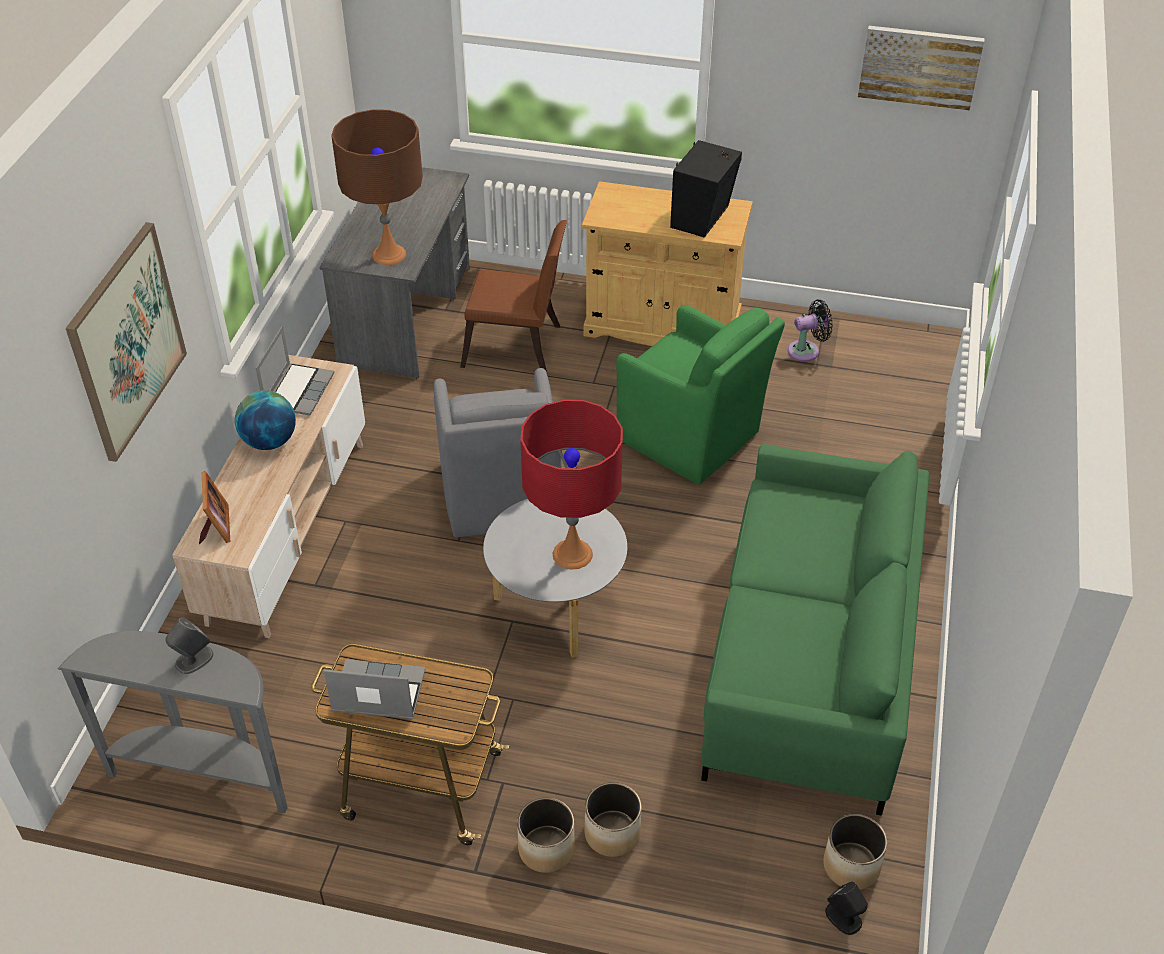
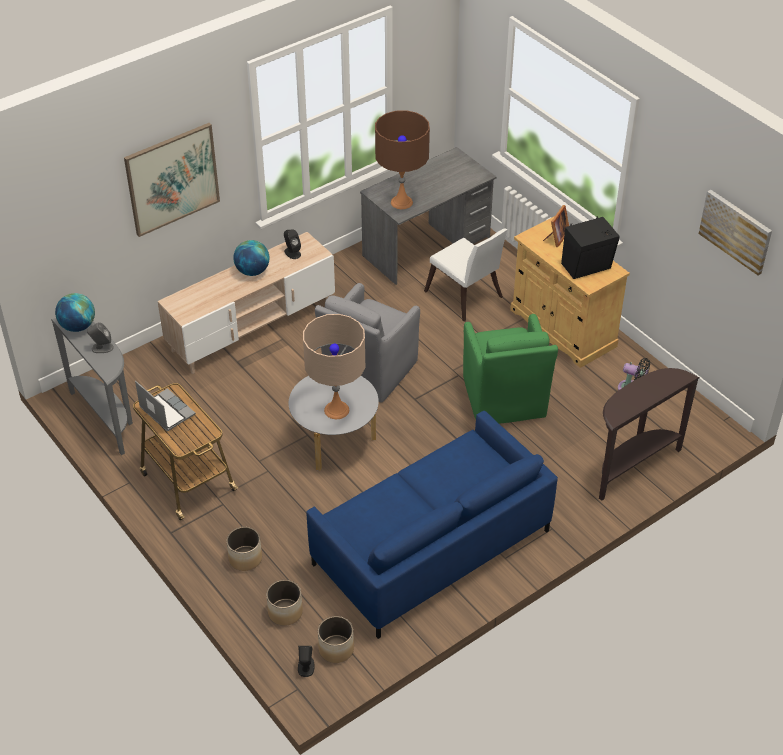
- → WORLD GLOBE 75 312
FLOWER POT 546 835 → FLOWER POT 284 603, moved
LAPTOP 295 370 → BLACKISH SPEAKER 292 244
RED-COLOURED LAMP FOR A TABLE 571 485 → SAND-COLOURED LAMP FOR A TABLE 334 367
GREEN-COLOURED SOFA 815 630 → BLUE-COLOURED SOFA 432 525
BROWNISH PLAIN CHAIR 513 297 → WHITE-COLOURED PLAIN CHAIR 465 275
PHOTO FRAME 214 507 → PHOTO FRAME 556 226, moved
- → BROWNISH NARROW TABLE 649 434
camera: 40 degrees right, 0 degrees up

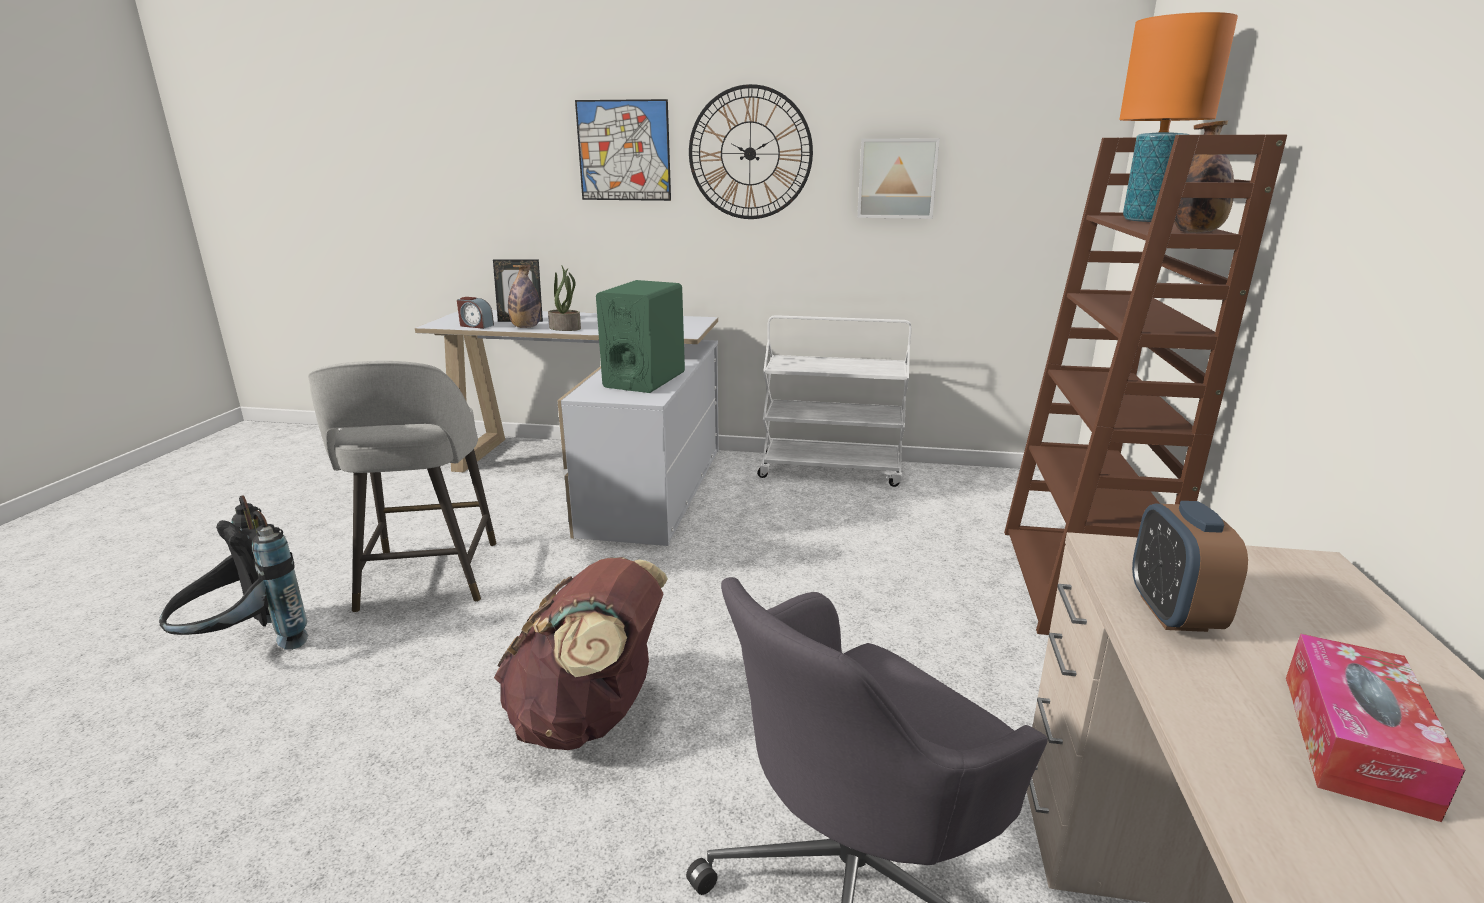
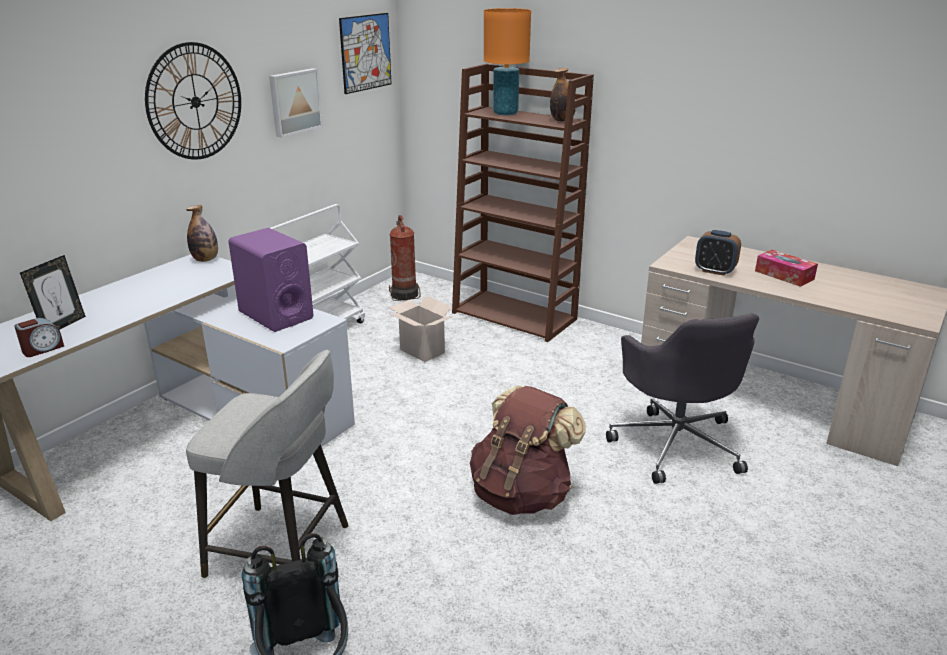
DRINK BOTTLE 524 296 → DRINK BOTTLE 202 233, moved
GREEN-COLOURED SPEAKER 640 336 → PURPLE-COLOURED SPEAKER 271 280
PICTURE 623 150 → PICTURE 365 53, moved
- → FIRE-FIGHTING CYLINDER 405 258
- → PACKING BOX 421 329
HOUSEPLANT 564 298 → -
camera: 65 degrees left, 5 degrees up

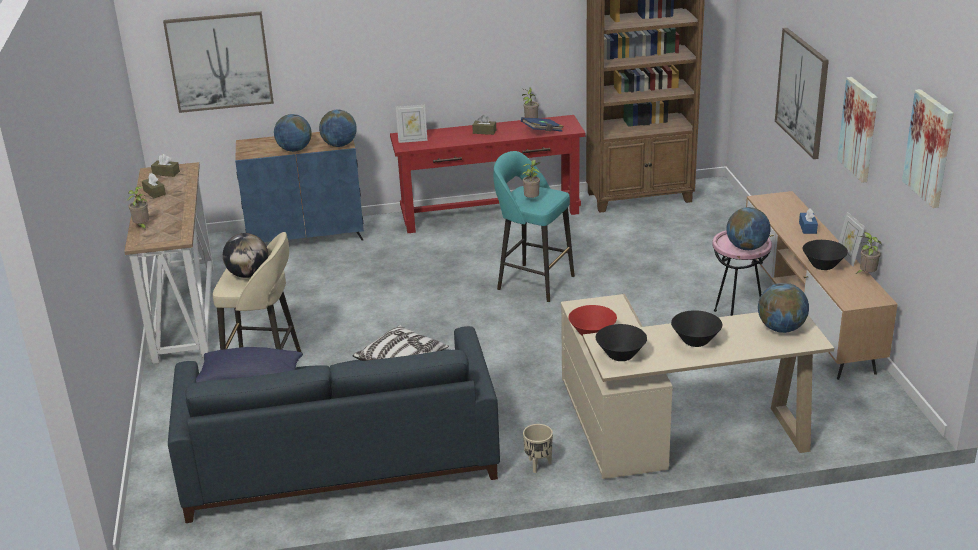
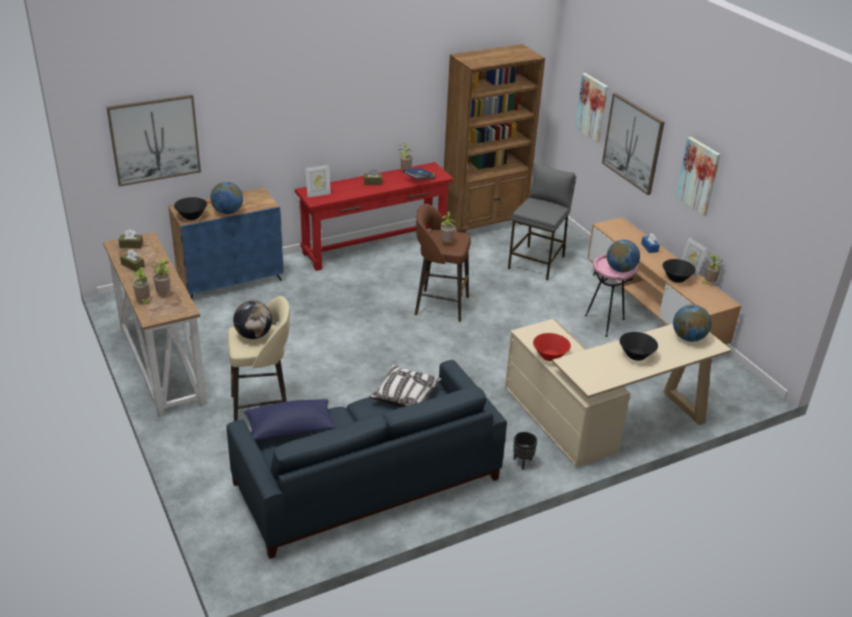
- → HOUSEPLANT 161 275
BLACKISH BOWL 621 342 → BLACKISH BOWL 190 208, moved
TURQUOISE STOOL 534 226 → BROWNISH STOOL 443 263
- → GREY STOOL 542 221
SAND-COLOURED FLOWER POT 538 448 → BLACKISH FLOWER POT 525 451
PICTURE 928 148 → PICTURE 591 108, moved
WORLD GLOBE 338 128 → -
camera: 20 degrees left, 5 degrees up

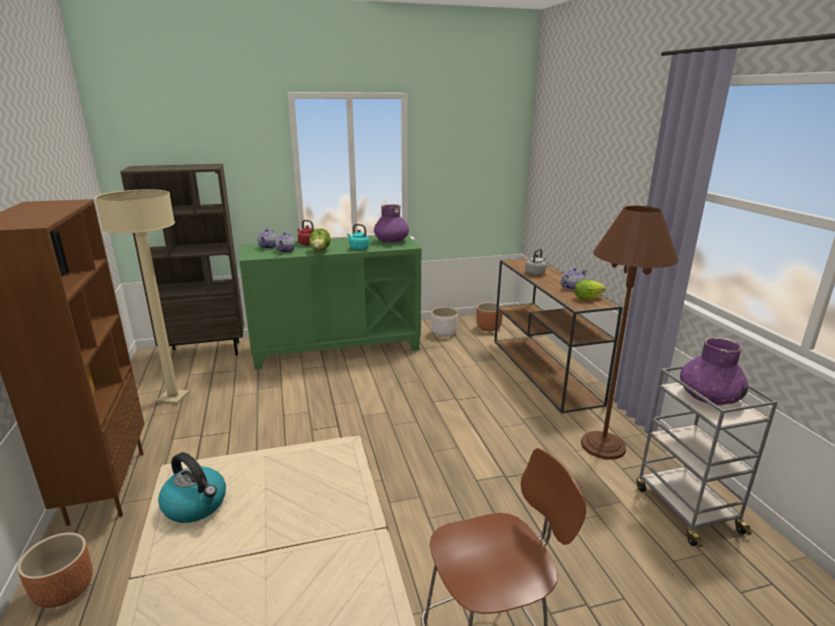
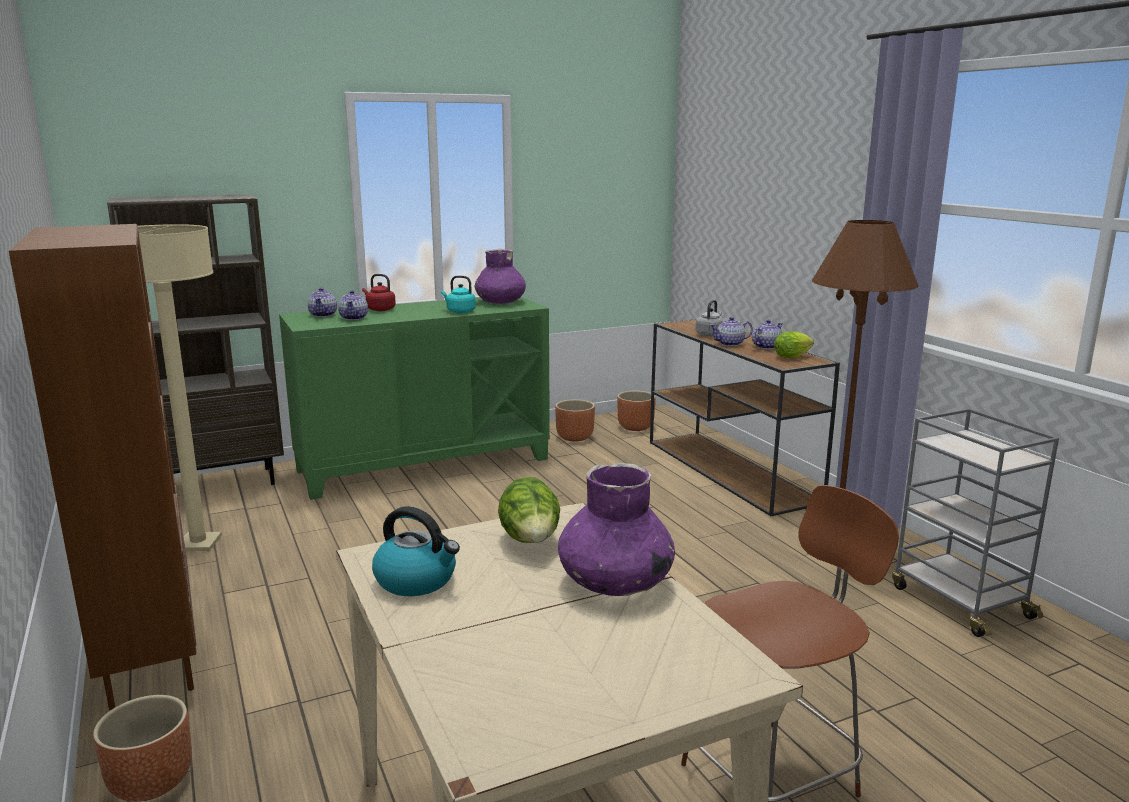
HEAD OF LETTUCE 319 239 → HEAD OF LETTUCE 529 510, moved
WHITE-COLOURED FLOWER POT 444 322 → BROWNISH FLOWER POT 575 420
PURPLE-COLOURED FLOWER VASE 714 371 → PURPLE-COLOURED FLOWER VASE 616 529, moved
- → POT FOR TEA 731 331
camera: 10 degrees left, 5 degrees down

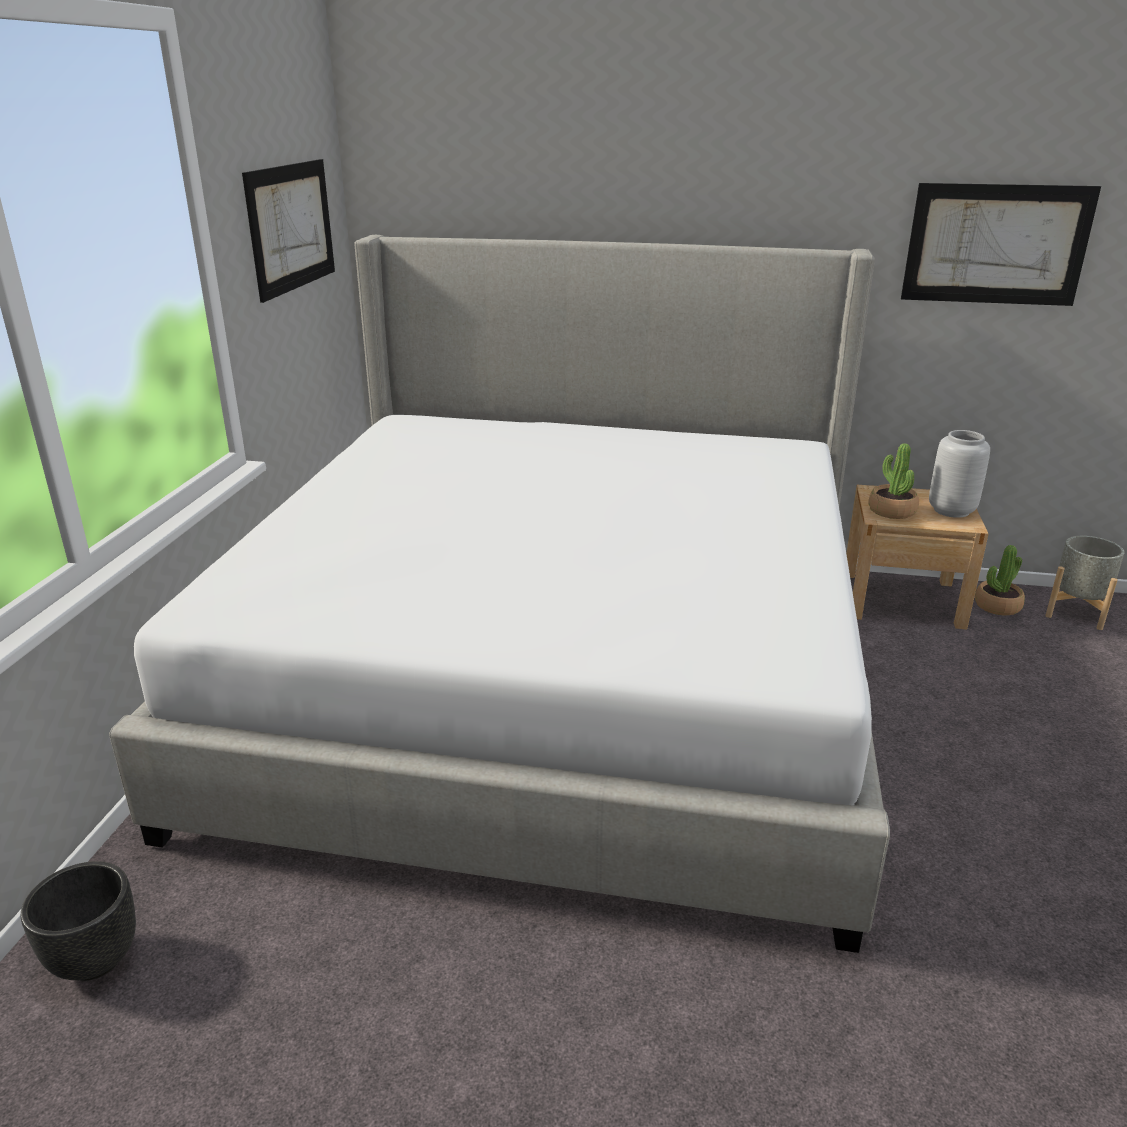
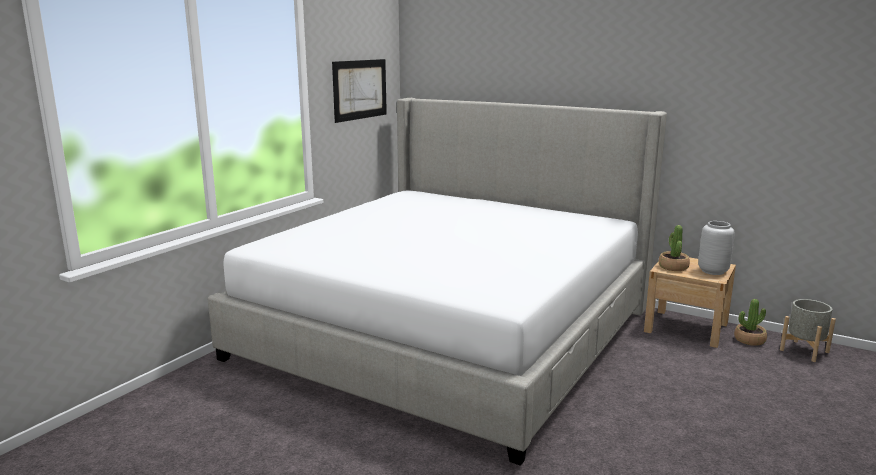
BLACKISH FLOWER POT 78 921 → -
PICTURE 1001 244 → -
camera: 20 degrees right, 10 degrees down

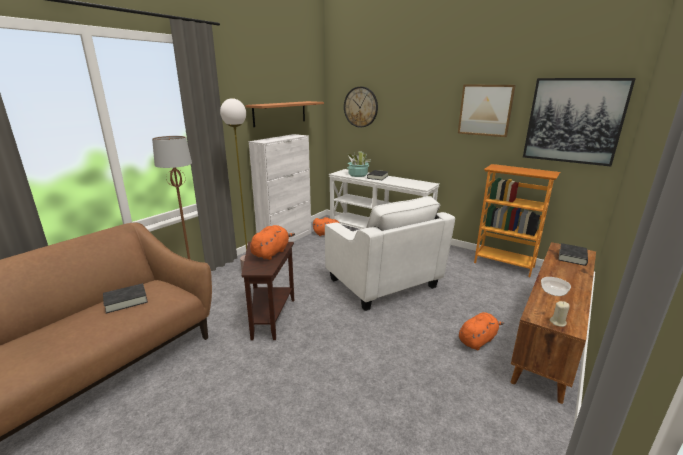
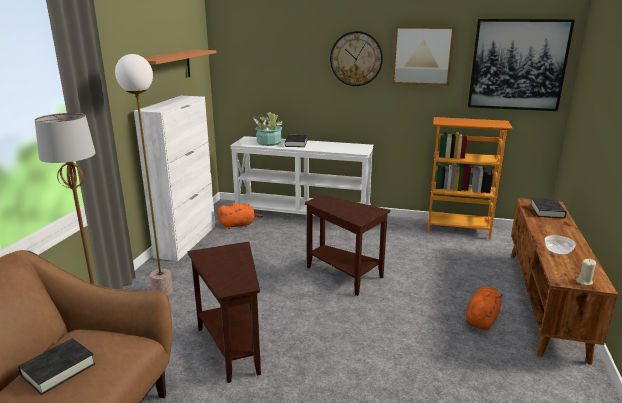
WHITE-COLOURED LOUNGE CHAIR 390 253 → BROWNISH SIDE TABLE 347 245
WALL CLOCK 361 107 → WALL CLOCK 356 58, moved
ORANGEY CUDDLY TOY 272 242 → -
camera: 20 degrees left, 0 degrees up

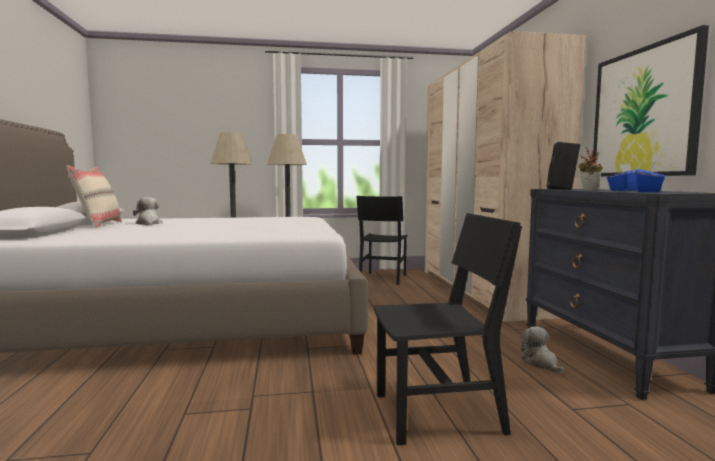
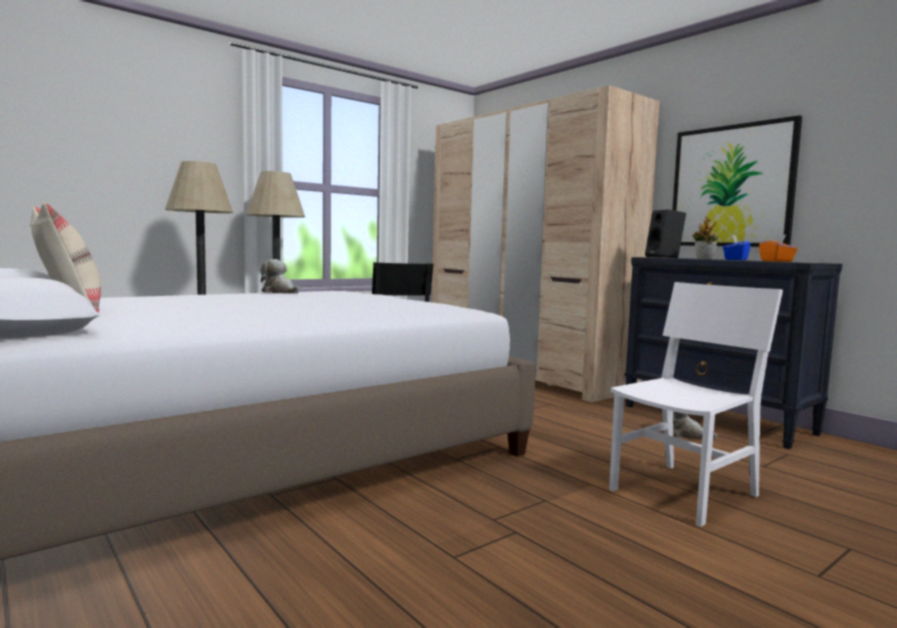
CUDDLY TOY 148 211 → CUDDLY TOY 279 276, moved
BLACKISH PLAIN CHAIR 447 329 → WHITE-COLOURED PLAIN CHAIR 696 404
BLUE-COLOURED BOX OF TISSUES 650 177 → ORANGEY BOX OF TISSUES 778 248
camera: 30 degrees left, 0 degrees up

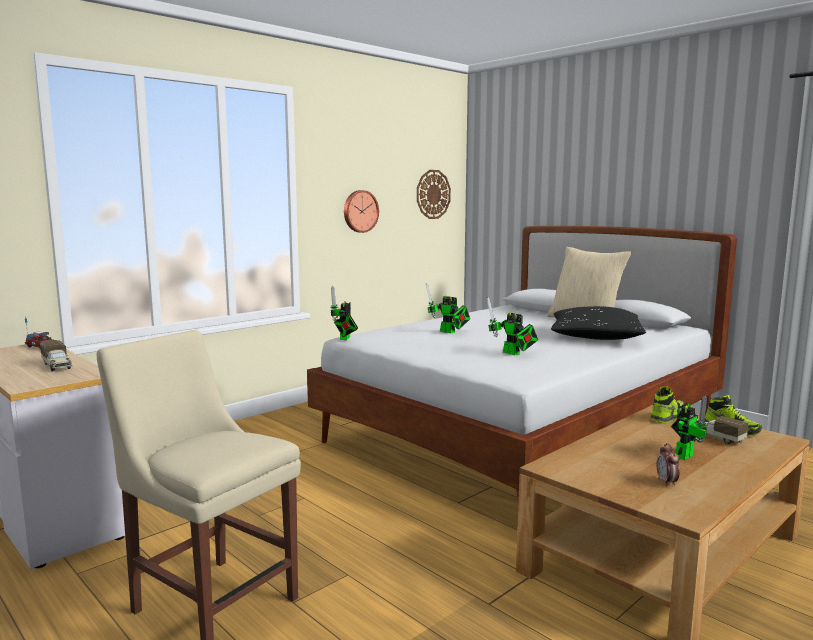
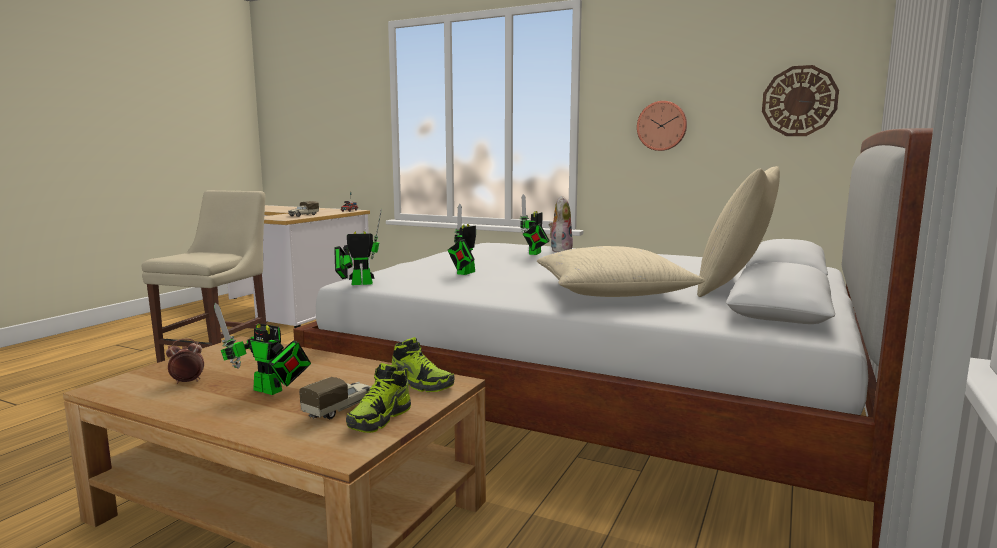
TOY ROBOT 344 312 → TOY ROBOT 358 247, moved
BLACKISH CUSHION 598 323 → SAND-COLOURED CUSHION 621 271
- → CUDDLY TOY 561 224
camera: 70 degrees right, 0 degrees up

